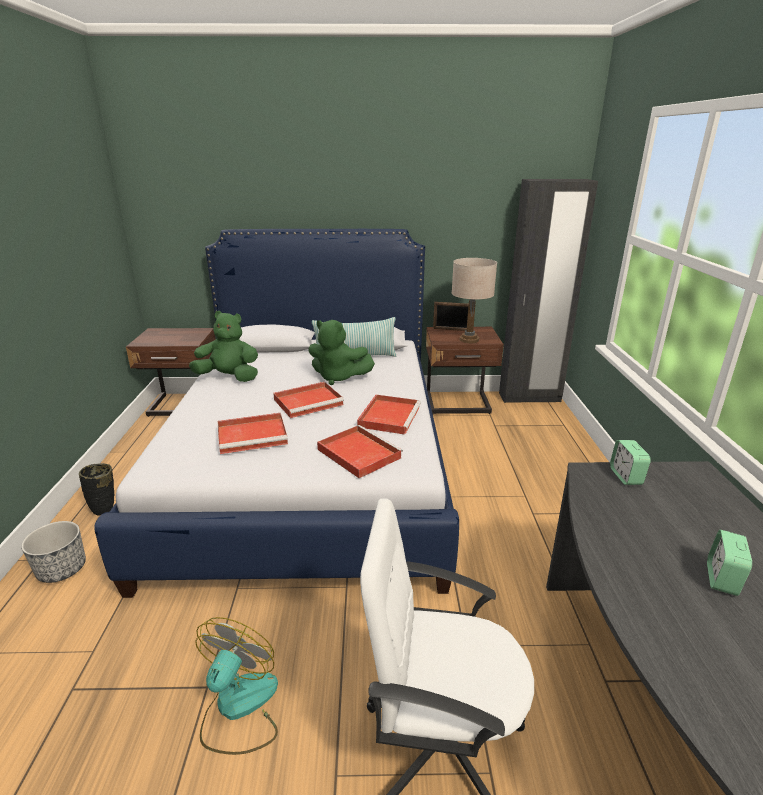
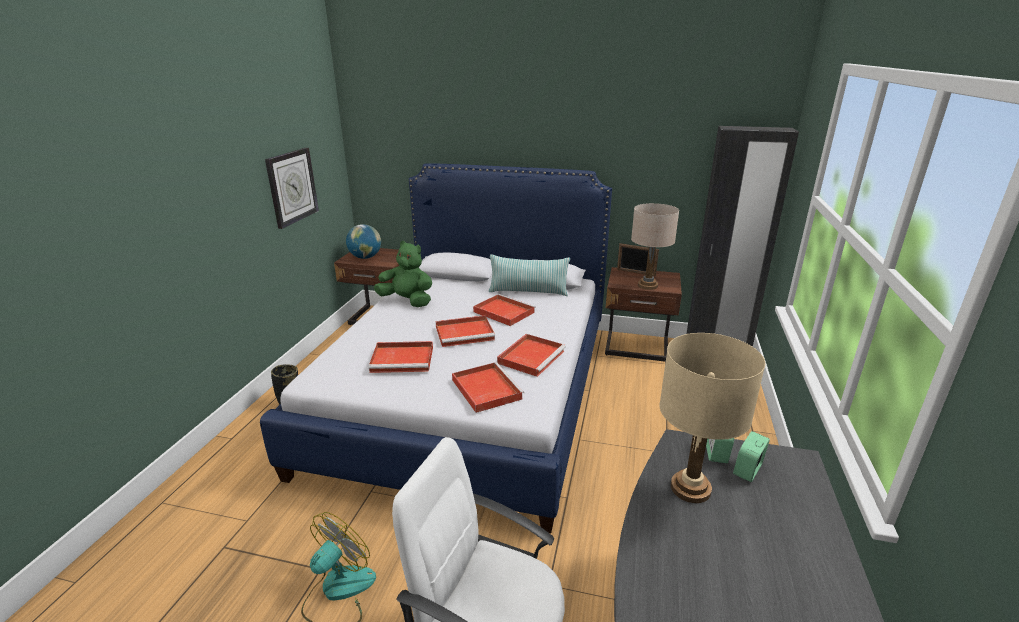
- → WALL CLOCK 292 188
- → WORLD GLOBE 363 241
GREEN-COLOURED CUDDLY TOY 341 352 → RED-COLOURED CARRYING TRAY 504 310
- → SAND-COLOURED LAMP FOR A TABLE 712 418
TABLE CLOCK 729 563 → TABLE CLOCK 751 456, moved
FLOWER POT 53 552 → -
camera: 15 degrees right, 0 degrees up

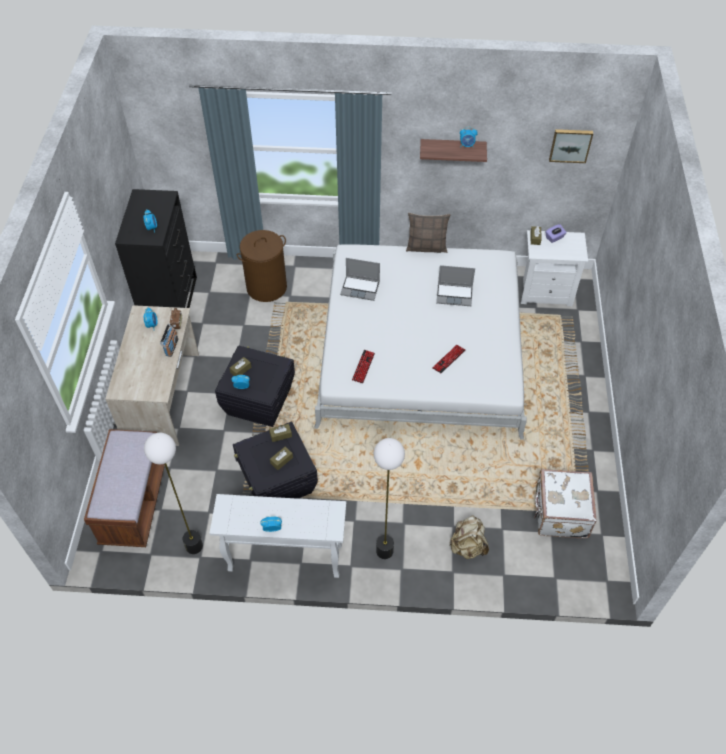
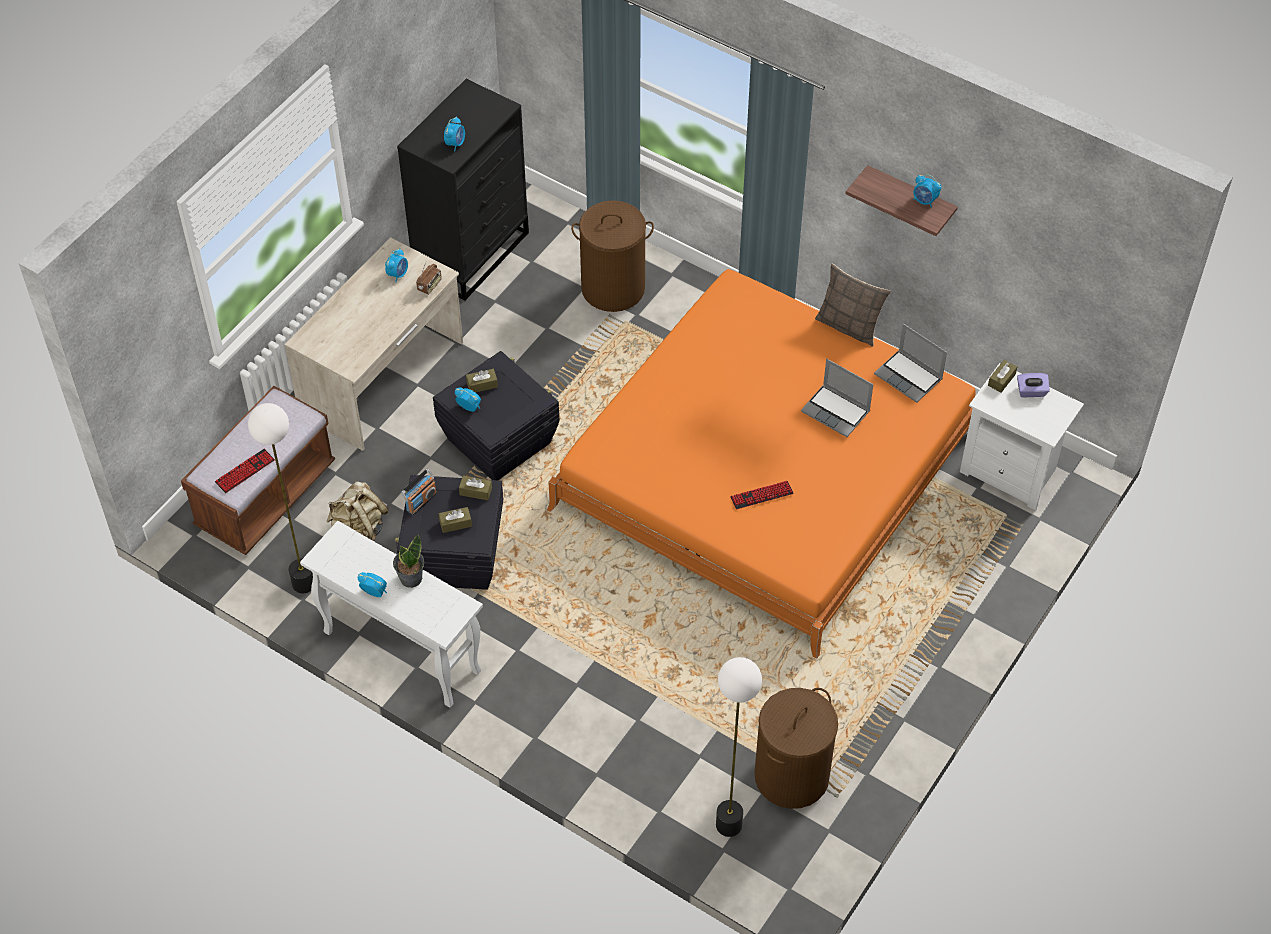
COMPUTER KEYBOARD 363 366 → COMPUTER KEYBOARD 245 471, moved
SAND-COLOURED RUCKSACK 469 537 → SAND-COLOURED RUCKSACK 358 511, moved
- → HOUSEPLANT 408 561
RADIO RECEIVER 169 340 → RADIO RECEIVER 419 492, moved
WHITE-COLOURED SLEEPING BED 421 342 → ORANGEY SLEEPING BED 761 464
STANDARD LAMP 389 498 → STANDARD LAMP 739 747, moved
WHITE-COLOURED PIECE OF LUGGAGE 565 503 → BROWNISH WASHING BASKET 796 748
LAPTOP 360 279 → LAPTOP 910 363, moved
PICTURE 571 146 → -
camera: 30 degrees right, 0 degrees up

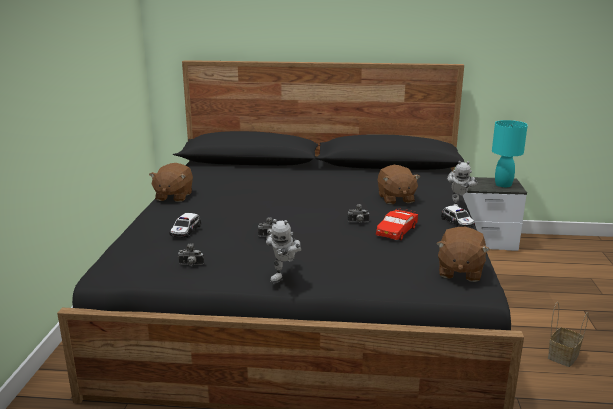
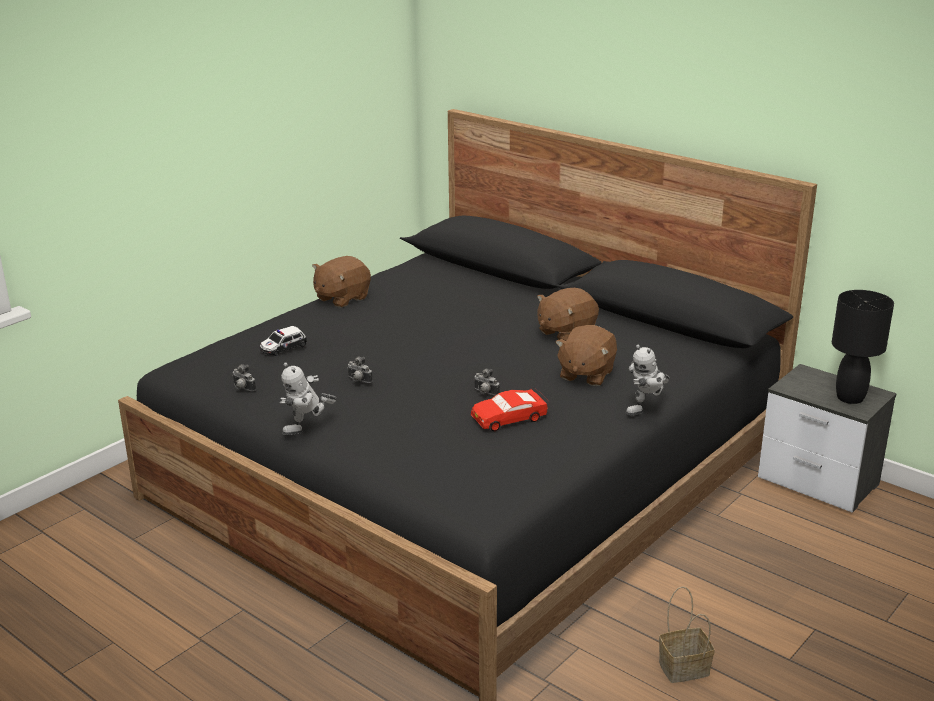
BROWNISH CUDDLY TOY 463 254 → BROWNISH CUDDLY TOY 568 314, moved
TURQUOISE LAMP FOR A TABLE 510 154 → BLACKISH LAMP FOR A TABLE 863 347
MODEL CAR 458 216 → -
camera: 35 degrees right, 5 degrees up

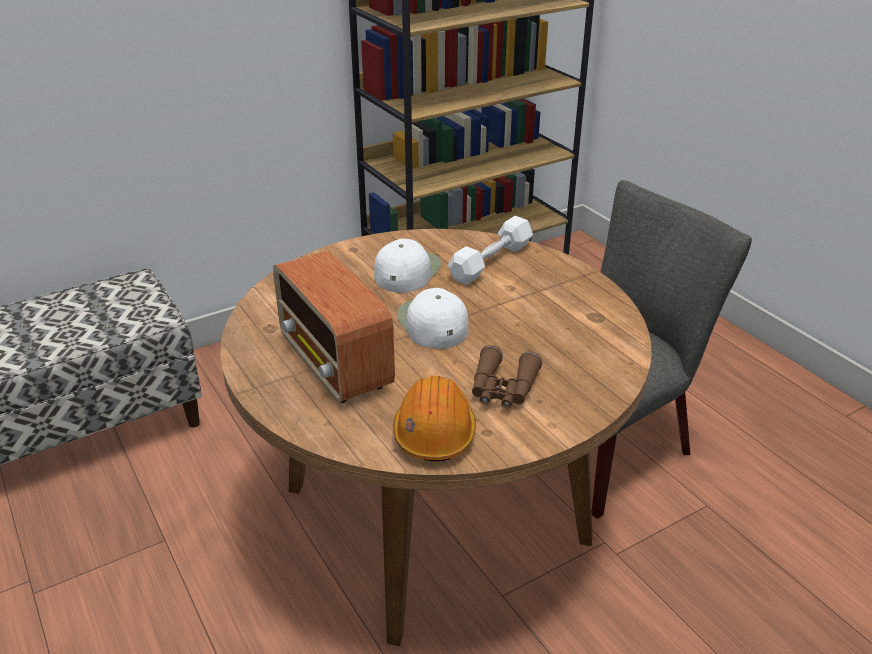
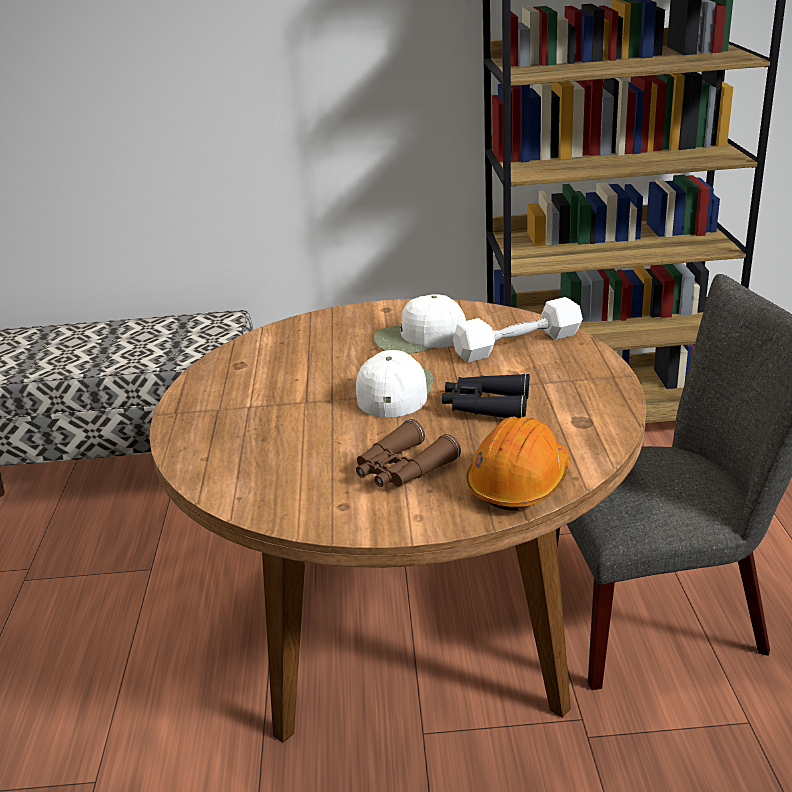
WHITE-COLOURED CAP 408 266 → WHITE-COLOURED CAP 419 324, 150 degrees counterclockwise
- → BLACKISH FIELD GLASSES 485 396
ORANGEY WORK HELMET 434 418 → ORANGEY WORK HELMET 518 463, moved
RADIO RECEIVER 334 327 → -
camera: 30 degrees right, 5 degrees down

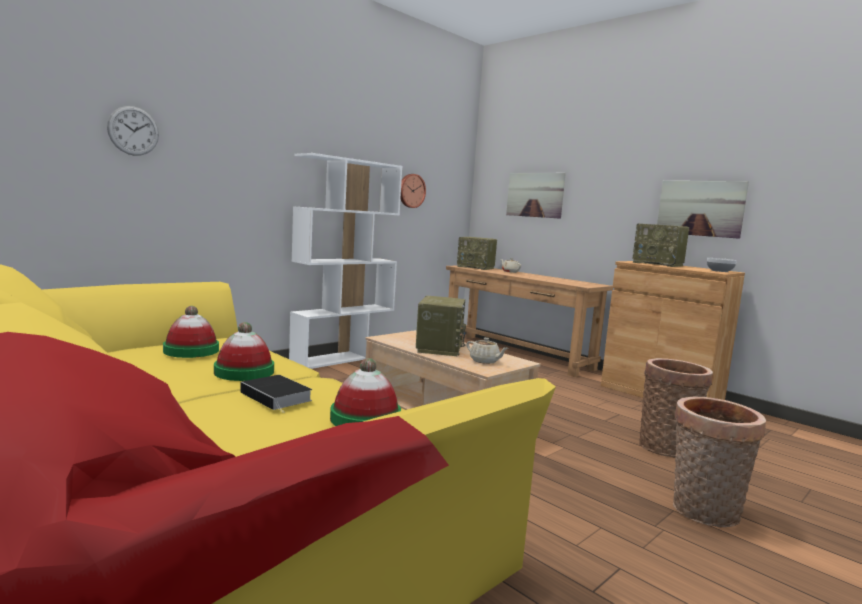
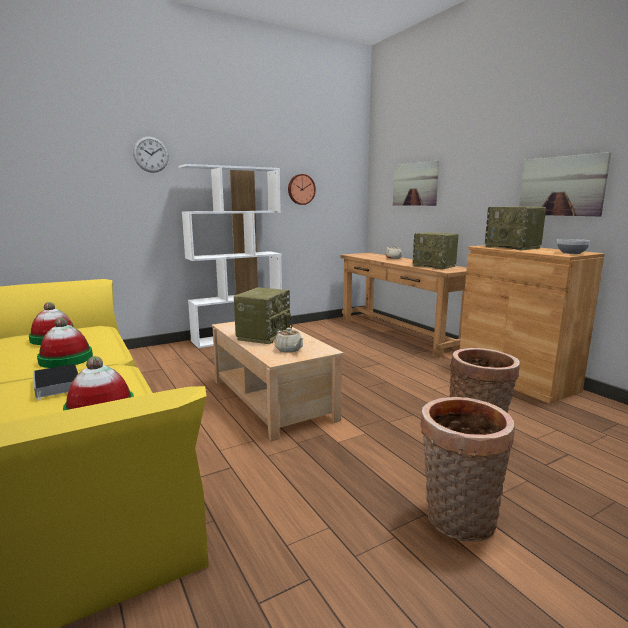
WALL CLOCK 133 131 → WALL CLOCK 151 155, moved
RADIO RECEIVER 477 253 → RADIO RECEIVER 436 250, moved
camera: 15 degrees right, 5 degrees up

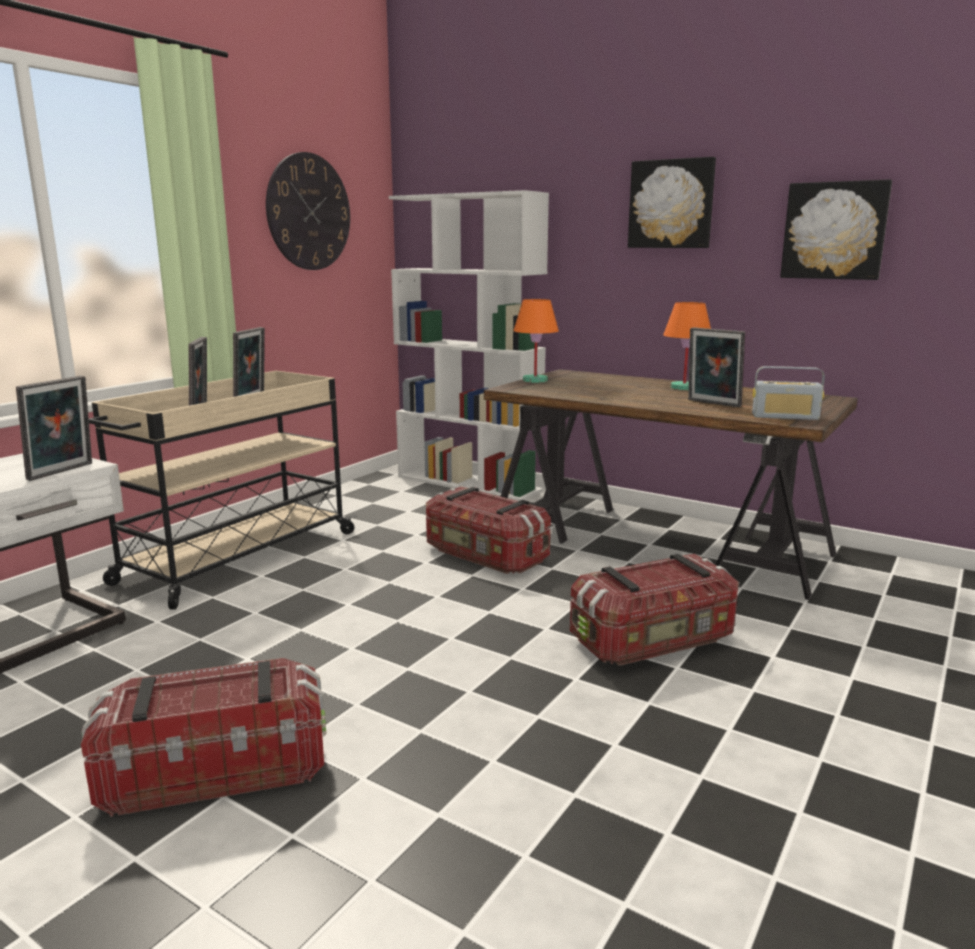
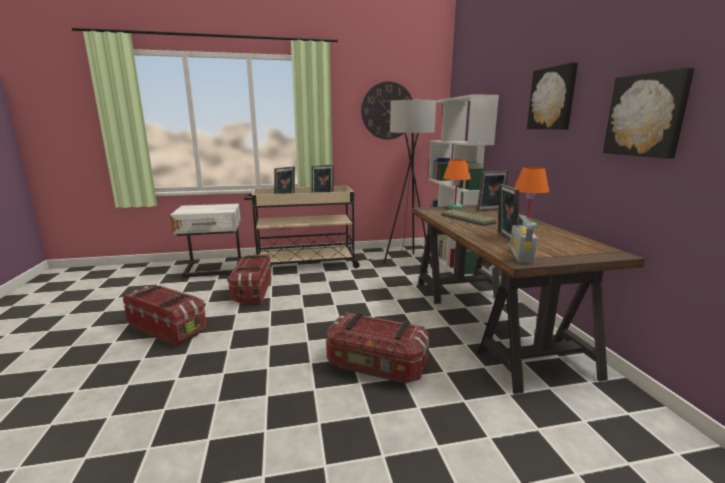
STORAGE BIN 488 530 → STORAGE BIN 249 279, moved
- → GREY STANDARD LAMP 402 184
- → COMPUTER KEYBOARD 469 218
PHOTO FRAME 54 428 → PHOTO FRAME 493 191, moved
RADIO RECEIVER 788 393 → RADIO RECEIVER 523 239, 45 degrees clockwise
camera: 45 degrees right, 0 degrees up

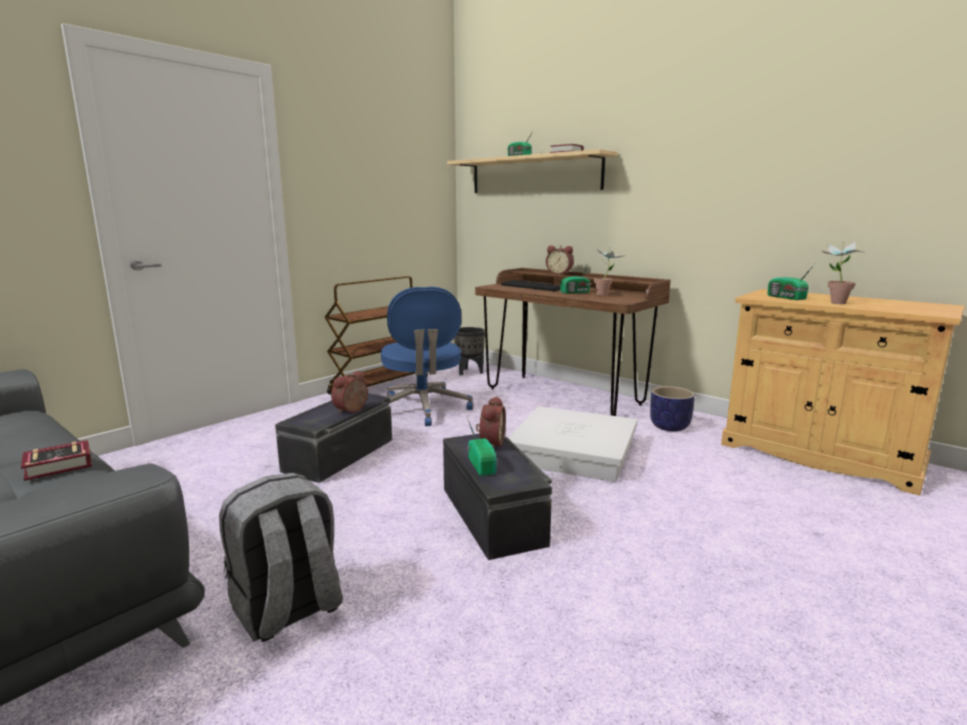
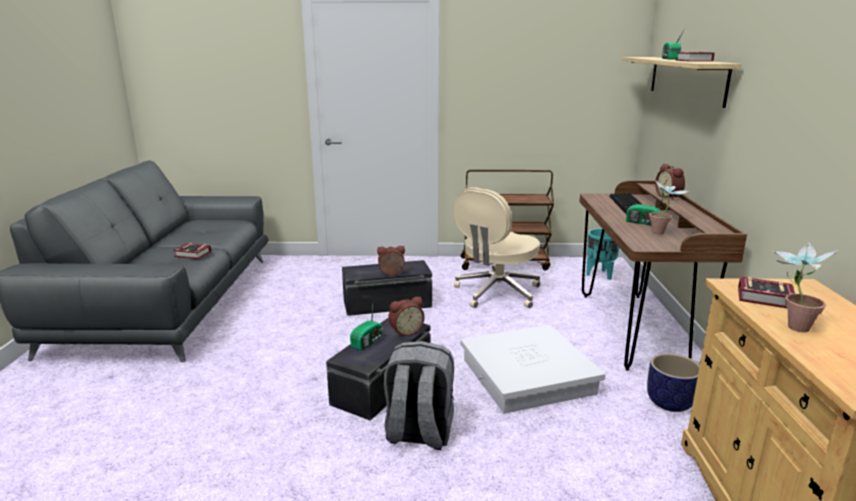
GREY RUCKSACK 281 557 → GREY RUCKSACK 419 395, moved
BLUE-COLOURED COMPUTER CHAIR 427 356 → SAND-COLOURED COMPUTER CHAIR 497 247
BLACKISH FLOWER POT 469 351 → TURQUOISE FLOWER POT 602 254
RADIO RECEIVER 791 282 → BOOK 766 292
camera: 50 degrees right, 5 degrees up

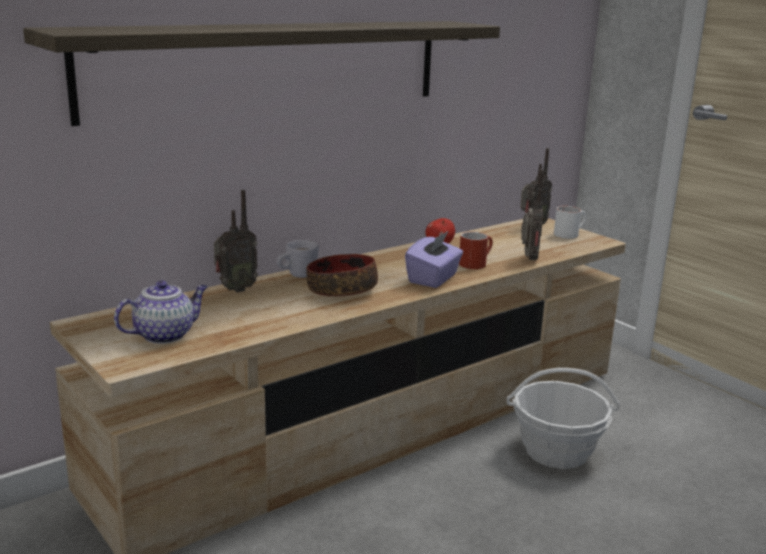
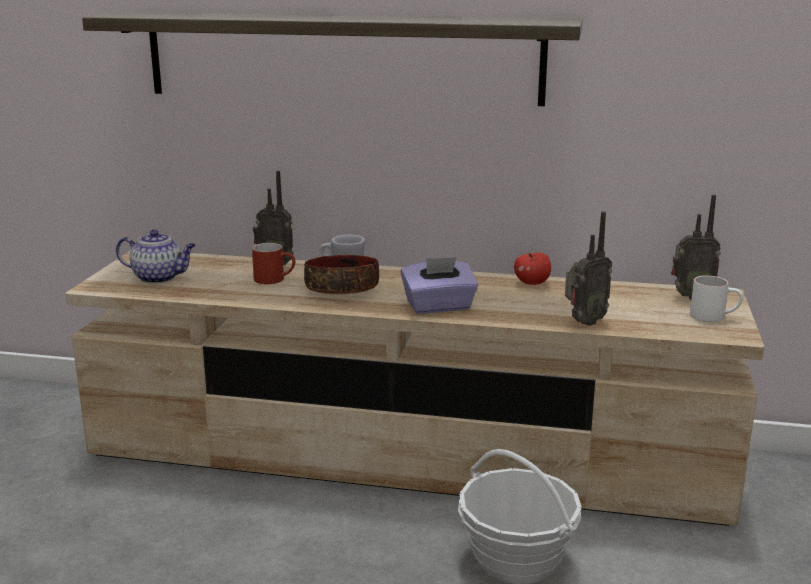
RED-COLOURED MUG 476 250 → RED-COLOURED MUG 273 263, moved
camera: 50 degrees right, 0 degrees up

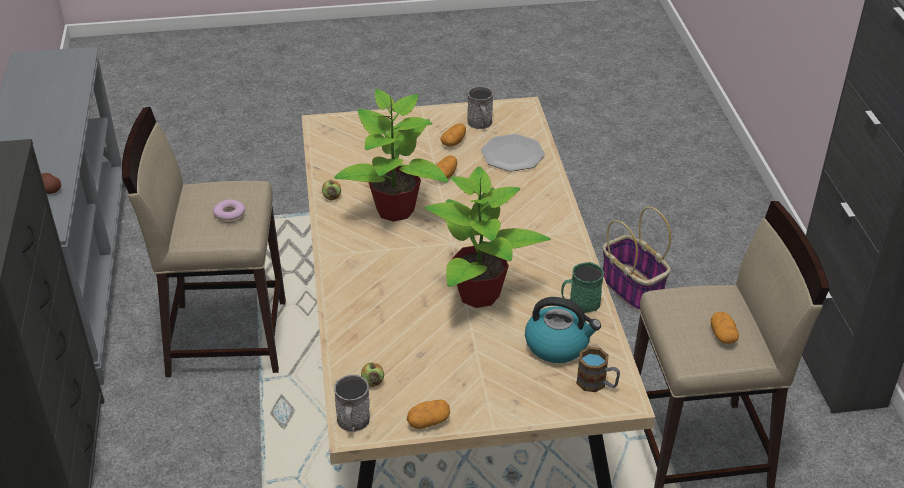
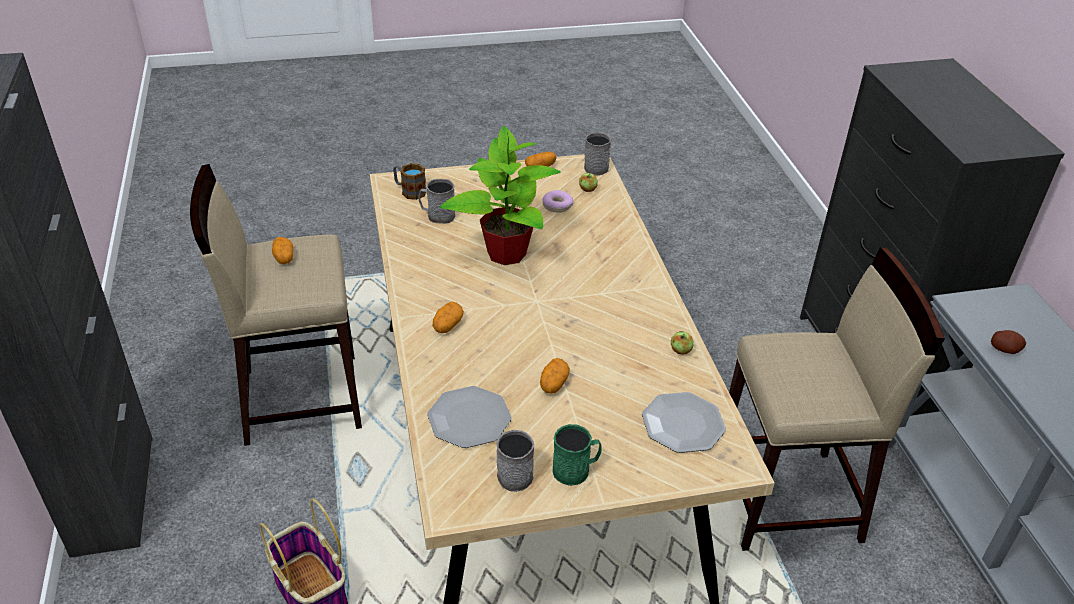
WATER KETTLE 563 330 → GREY MUG 437 201
SPUD 453 135 → SPUD 448 317, moved
RING DOUGHNUT 229 211 → RING DOUGHNUT 558 201, moved
GREEN-COLOURED MUG 582 287 → GREEN-COLOURED MUG 577 455, moved
- → DINNER PLATE 684 422
HOUSEPLANT 391 155 → -
camera: 175 degrees right, 0 degrees up

